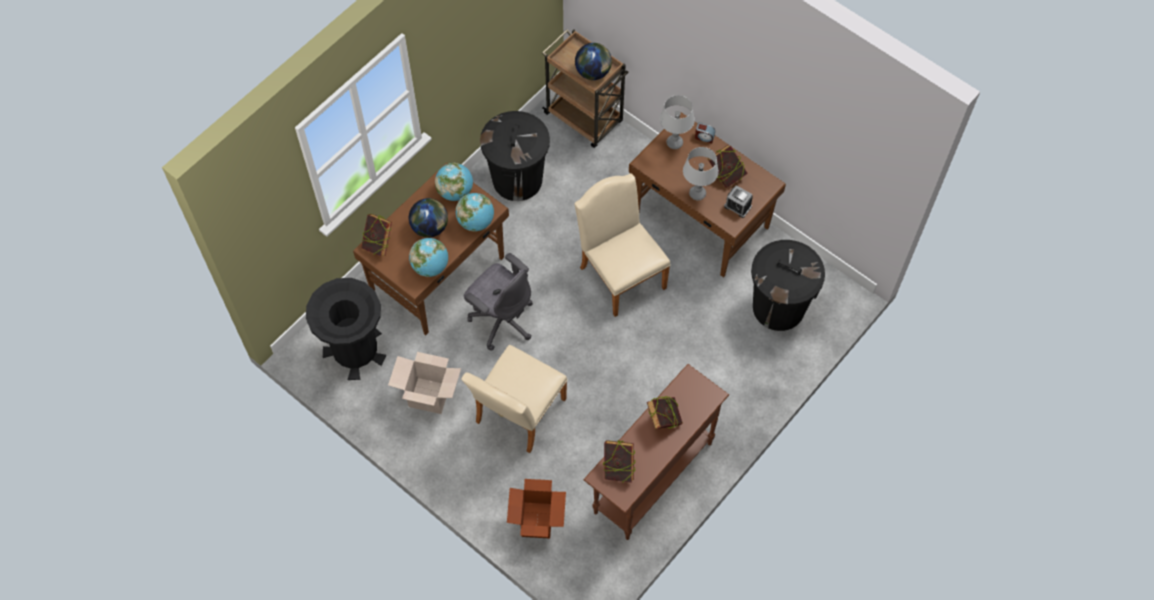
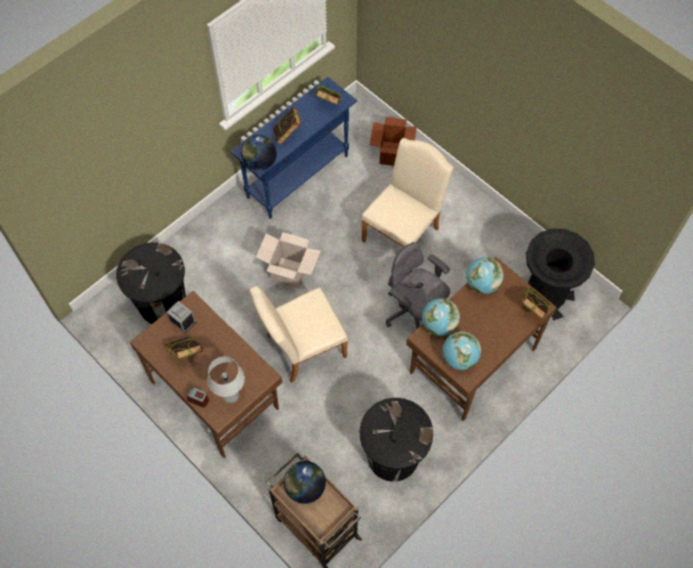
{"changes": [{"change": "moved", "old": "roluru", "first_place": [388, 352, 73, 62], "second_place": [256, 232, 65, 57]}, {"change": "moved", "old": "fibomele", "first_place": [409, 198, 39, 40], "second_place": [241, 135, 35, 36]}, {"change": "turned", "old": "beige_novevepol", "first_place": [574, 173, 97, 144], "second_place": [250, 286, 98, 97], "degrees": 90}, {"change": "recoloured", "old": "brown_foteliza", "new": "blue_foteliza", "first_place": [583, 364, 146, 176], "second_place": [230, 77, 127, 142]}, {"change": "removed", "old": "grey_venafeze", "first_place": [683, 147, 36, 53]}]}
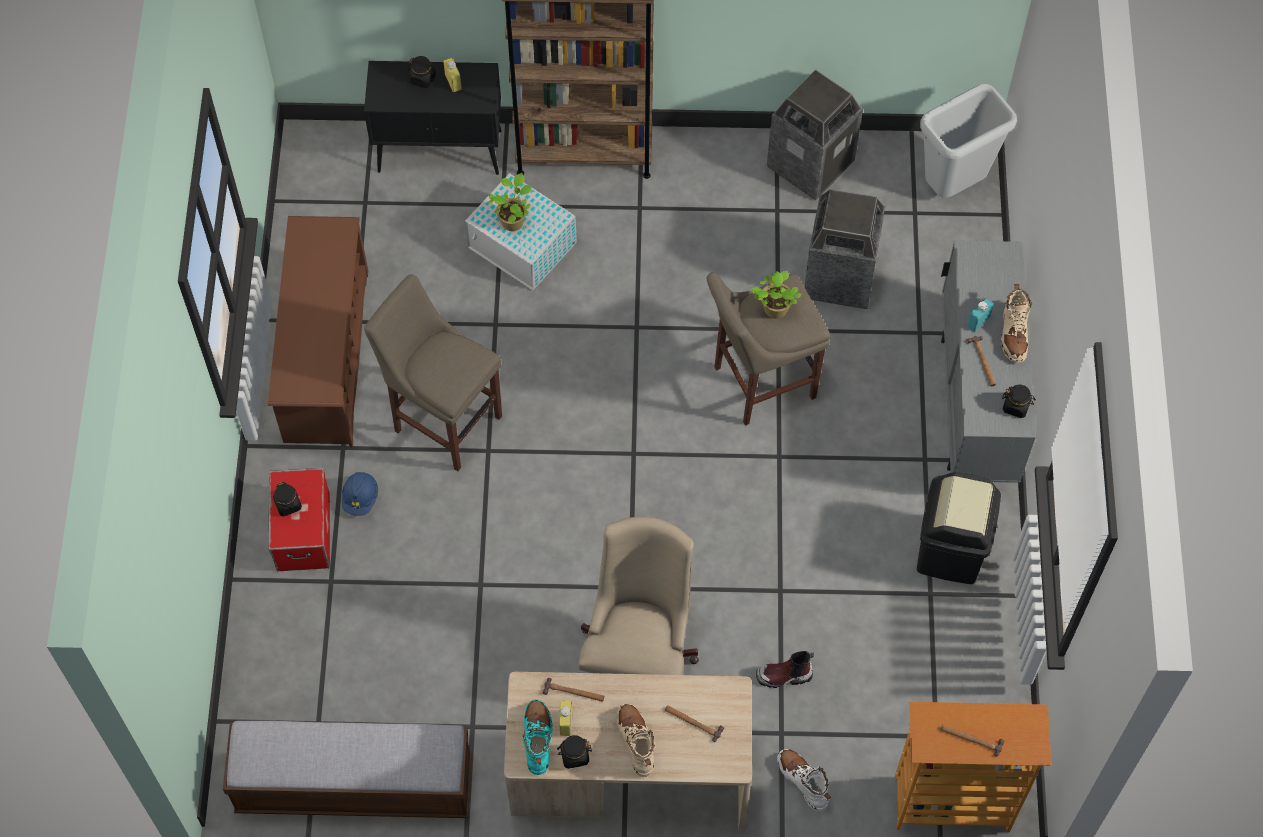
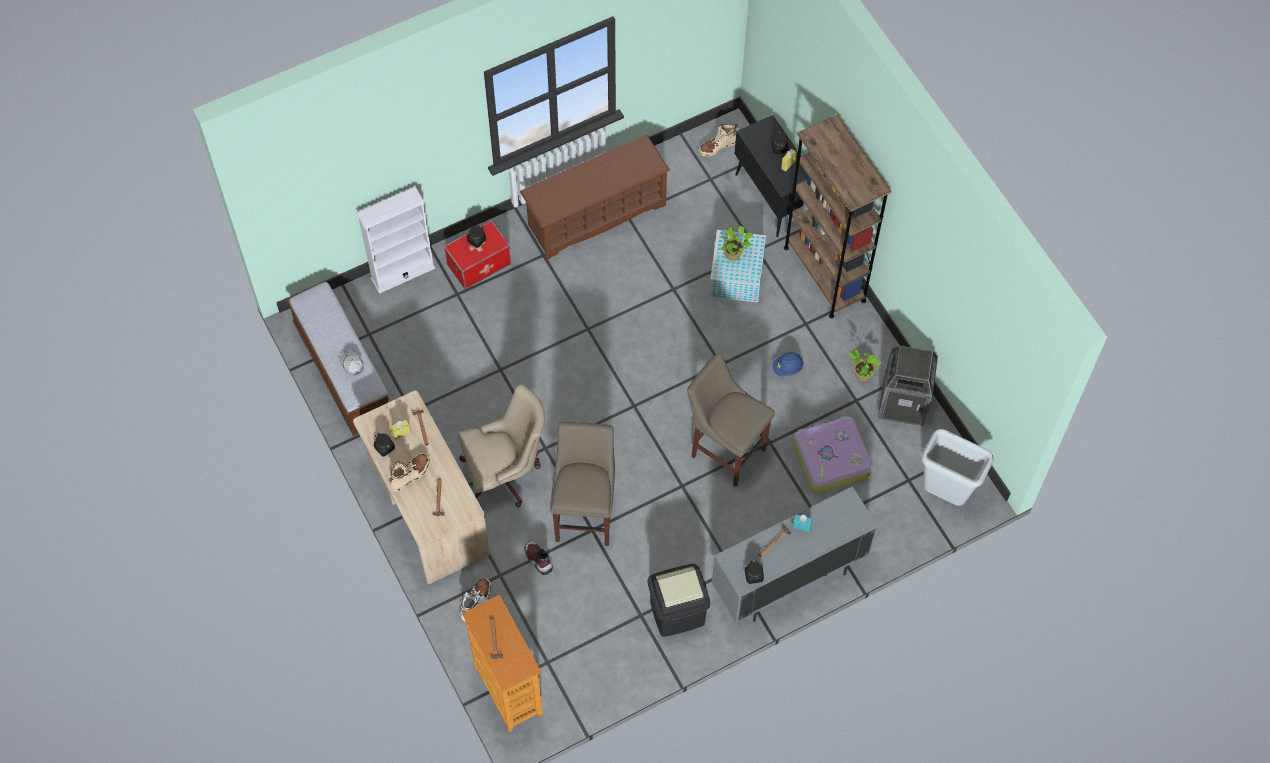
{"changes": [{"change": "moved", "old": "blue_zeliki", "first_place": [341, 472, 37, 44], "second_place": [773, 352, 31, 24]}, {"change": "moved", "old": "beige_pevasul", "first_place": [364, 274, 138, 197], "second_place": [550, 422, 65, 124]}, {"change": "removed", "old": "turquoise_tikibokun", "first_place": [523, 700, 30, 75]}, {"change": "moved", "old": "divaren", "first_place": [751, 270, 50, 49], "second_place": [849, 349, 32, 33]}, {"change": "replaced", "old": "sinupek", "new": "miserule", "first_place": [805, 189, 80, 120], "second_place": [793, 416, 80, 79]}, {"change": "moved", "old": "beige_tikibokun", "first_place": [1001, 284, 31, 79], "second_place": [699, 124, 40, 33]}, {"change": "added", "new": "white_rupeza", "second_place": [339, 350, 24, 26]}, {"change": "added", "new": "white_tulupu", "second_place": [356, 187, 79, 107]}]}
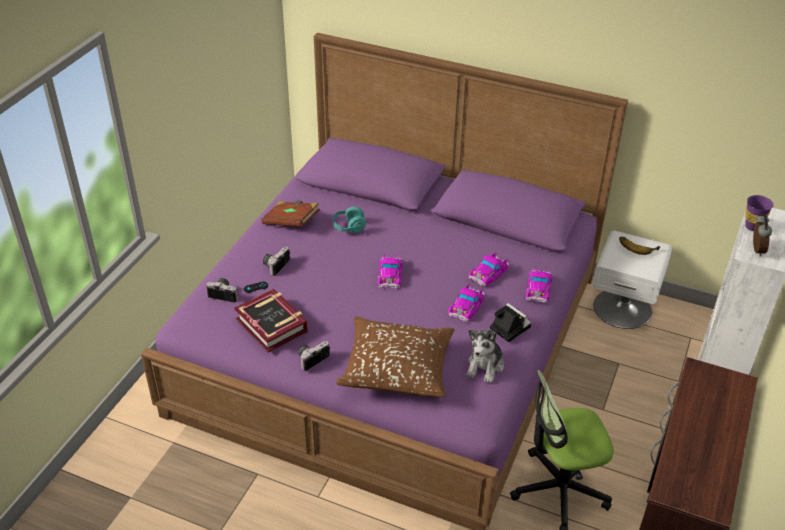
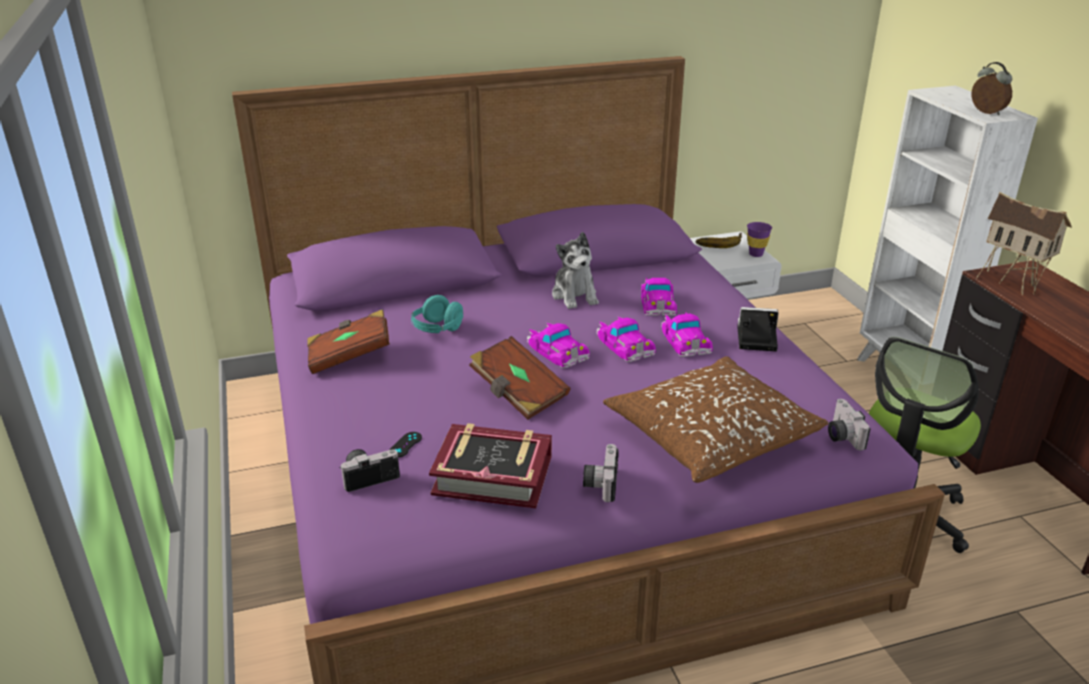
{"changes": [{"change": "moved", "old": "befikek", "first_place": [263, 246, 27, 30], "second_place": [828, 399, 43, 52]}, {"change": "moved", "old": "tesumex", "first_place": [467, 329, 37, 54], "second_place": [552, 232, 47, 77]}, {"change": "moved", "old": "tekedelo", "first_place": [526, 266, 26, 37], "second_place": [597, 317, 59, 45]}, {"change": "moved", "old": "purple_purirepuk", "first_place": [745, 195, 29, 36], "second_place": [747, 222, 25, 35]}, {"change": "added", "new": "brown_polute", "second_place": [469, 336, 102, 84]}, {"change": "added", "new": "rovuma", "second_place": [976, 192, 96, 103]}]}
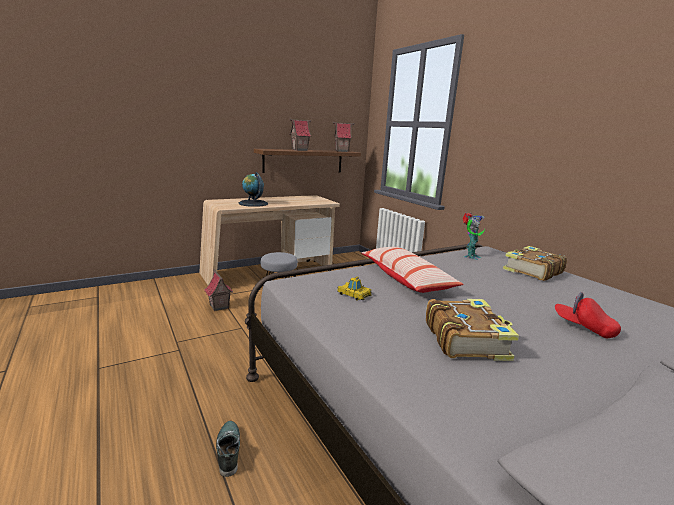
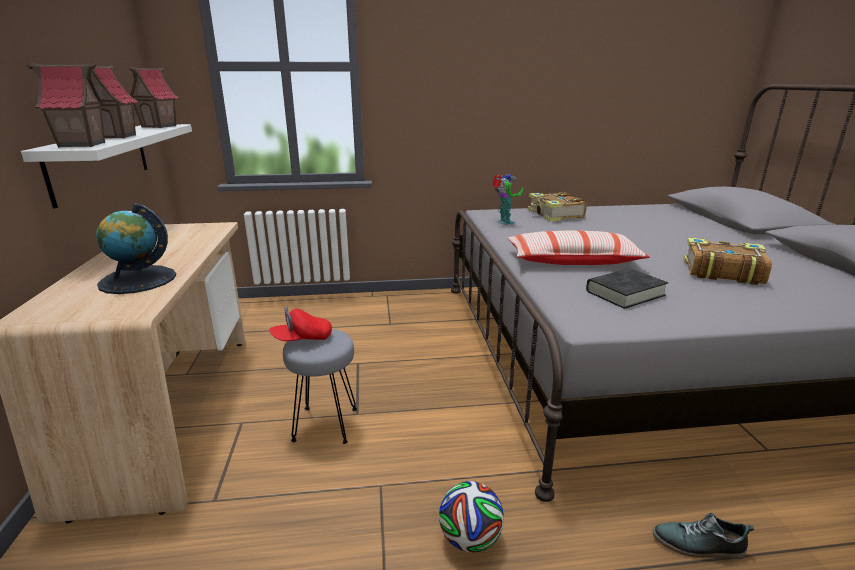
{"changes": [{"change": "moved", "old": "rovuma", "first_place": [204, 269, 29, 42], "second_place": [25, 63, 80, 84]}, {"change": "recoloured", "old": "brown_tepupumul", "new": "white_tepupumul", "first_place": [254, 149, 107, 24], "second_place": [21, 124, 171, 85]}, {"change": "replaced", "old": "tekedelo", "new": "black_polute", "first_place": [337, 276, 35, 25], "second_place": [586, 268, 82, 41]}, {"change": "moved", "old": "red_rupeza", "first_place": [555, 292, 66, 47], "second_place": [269, 306, 63, 35]}, {"change": "added", "new": "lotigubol", "second_place": [439, 481, 65, 71]}]}
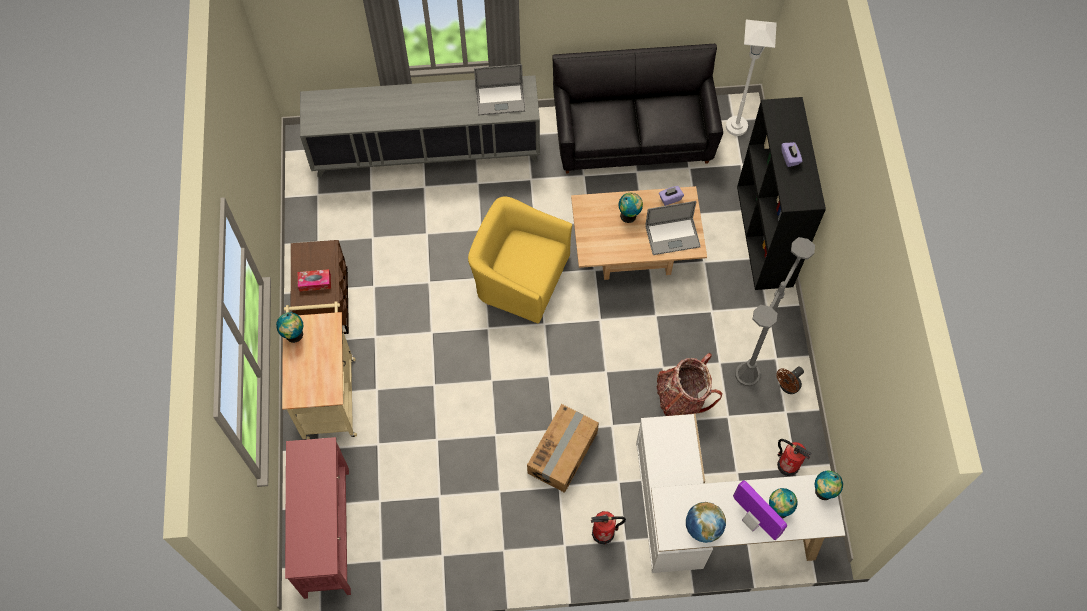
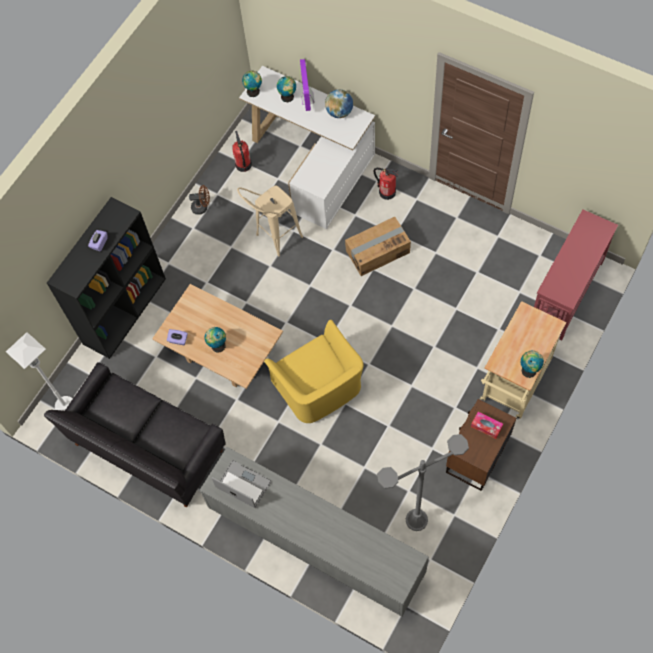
{"changes": [{"change": "removed", "old": "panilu", "first_place": [645, 201, 56, 54]}, {"change": "replaced", "old": "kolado", "new": "beige_pevasul", "first_place": [656, 353, 66, 63], "second_place": [237, 185, 66, 72]}, {"change": "moved", "old": "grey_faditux", "first_place": [735, 237, 80, 149], "second_place": [377, 434, 92, 97]}]}
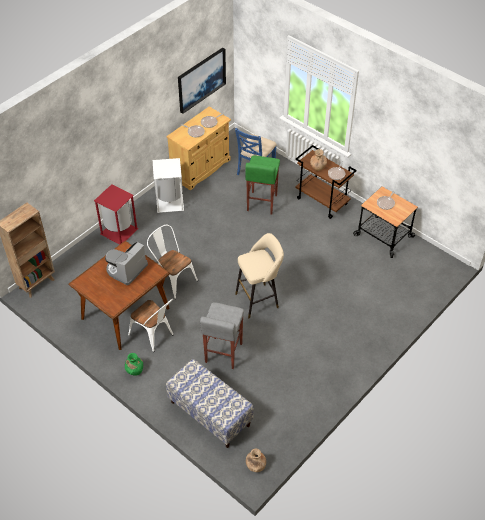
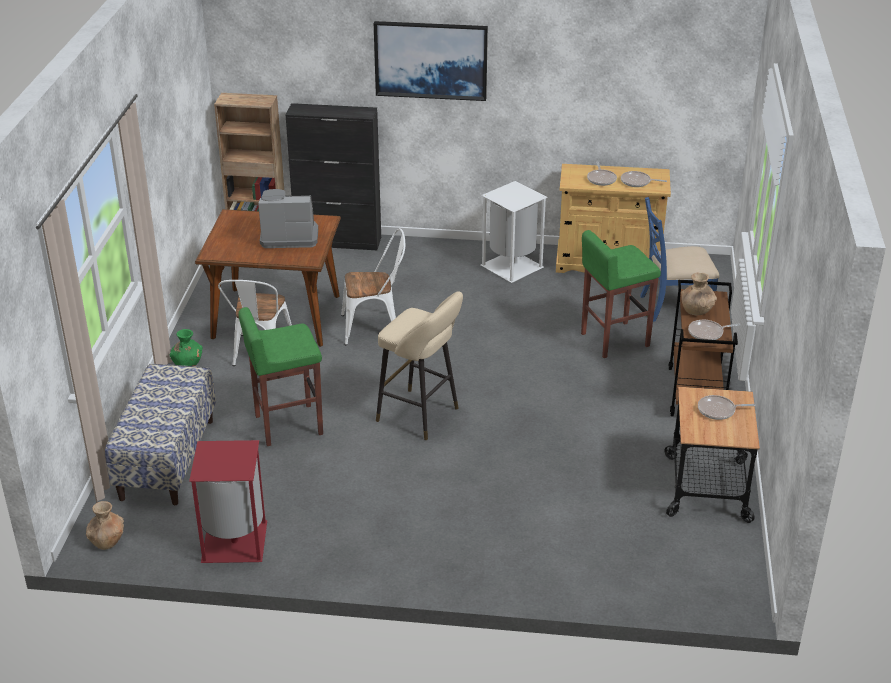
{"changes": [{"change": "moved", "old": "red_sinupek", "first_place": [94, 184, 44, 61], "second_place": [189, 440, 78, 123]}, {"change": "turned", "old": "white_novevepol", "first_place": [147, 225, 51, 74], "second_place": [341, 228, 64, 117], "degrees": 75}, {"change": "moved", "old": "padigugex", "first_place": [178, 47, 48, 67], "second_place": [374, 21, 114, 80]}, {"change": "recoloured", "old": "grey_pevasul", "new": "green_pevasul", "first_place": [200, 302, 44, 67], "second_place": [238, 307, 85, 139]}, {"change": "added", "new": "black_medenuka", "second_place": [285, 103, 96, 147]}]}
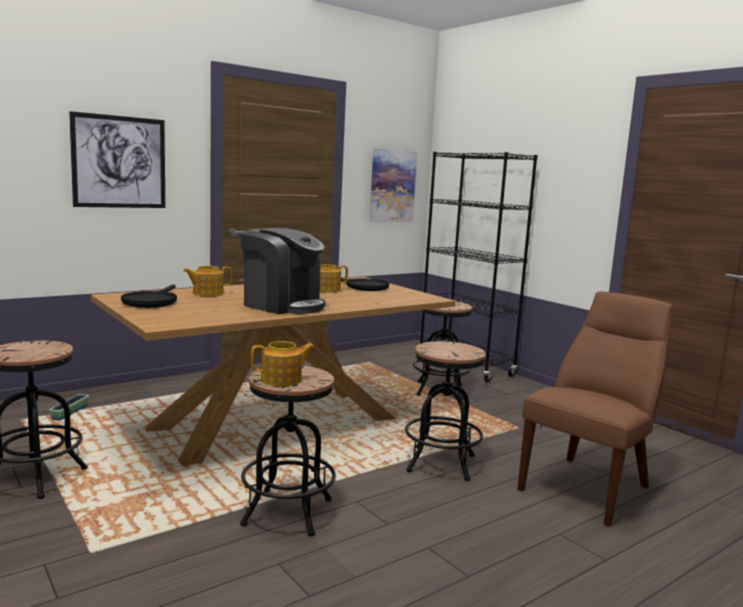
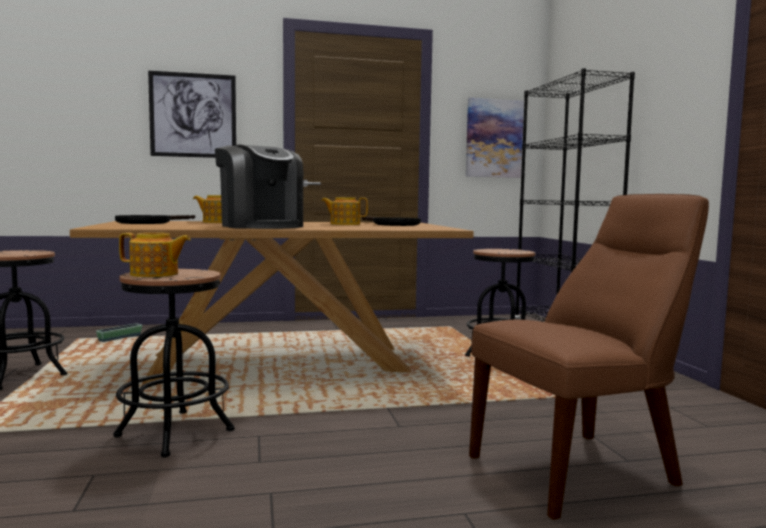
{"changes": [{"change": "removed", "old": "black_pevasul", "first_place": [405, 341, 81, 140]}]}
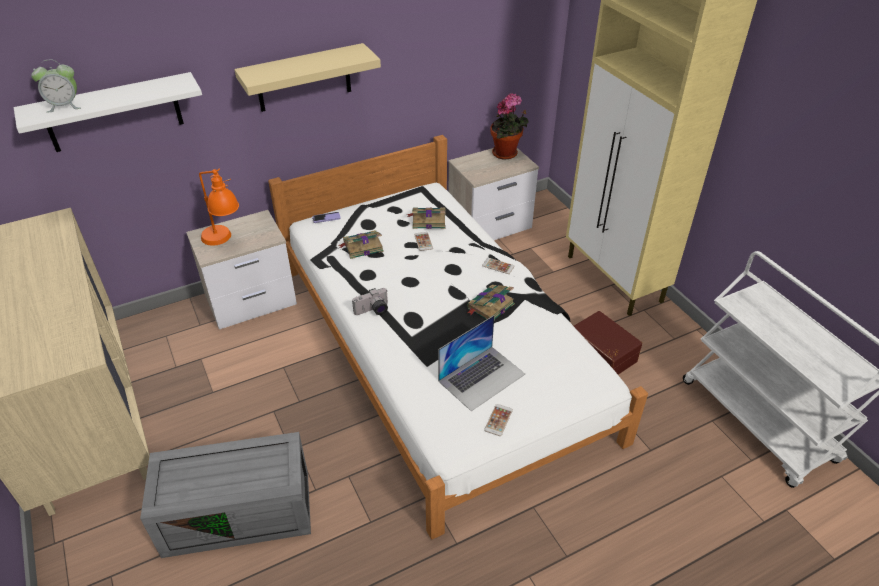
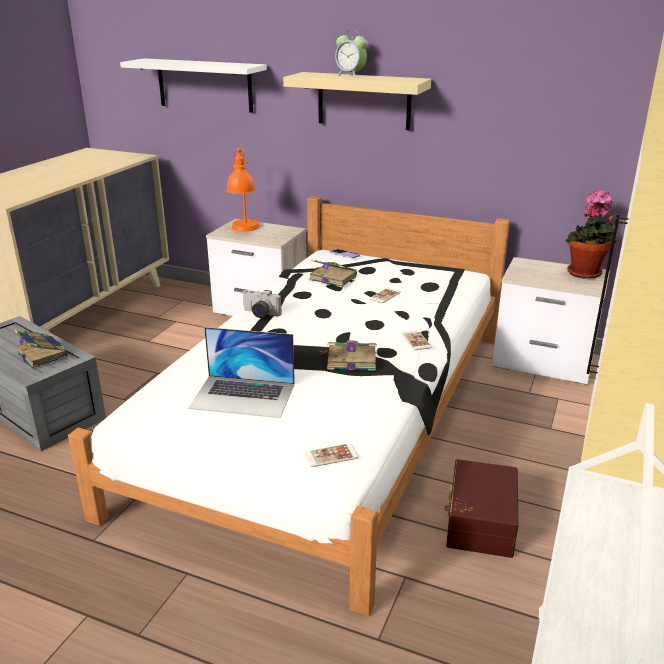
{"changes": [{"change": "moved", "old": "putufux", "first_place": [31, 59, 50, 54], "second_place": [335, 30, 33, 48]}, {"change": "moved", "old": "polute", "first_place": [407, 208, 39, 21], "second_place": [15, 330, 53, 39]}, {"change": "moved", "old": "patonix", "first_place": [484, 404, 29, 32], "second_place": [305, 443, 53, 24]}]}
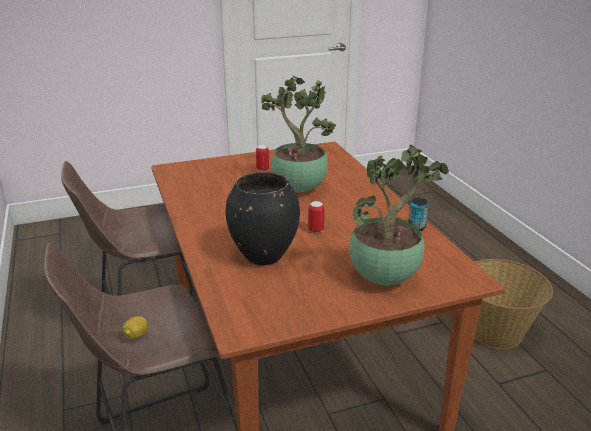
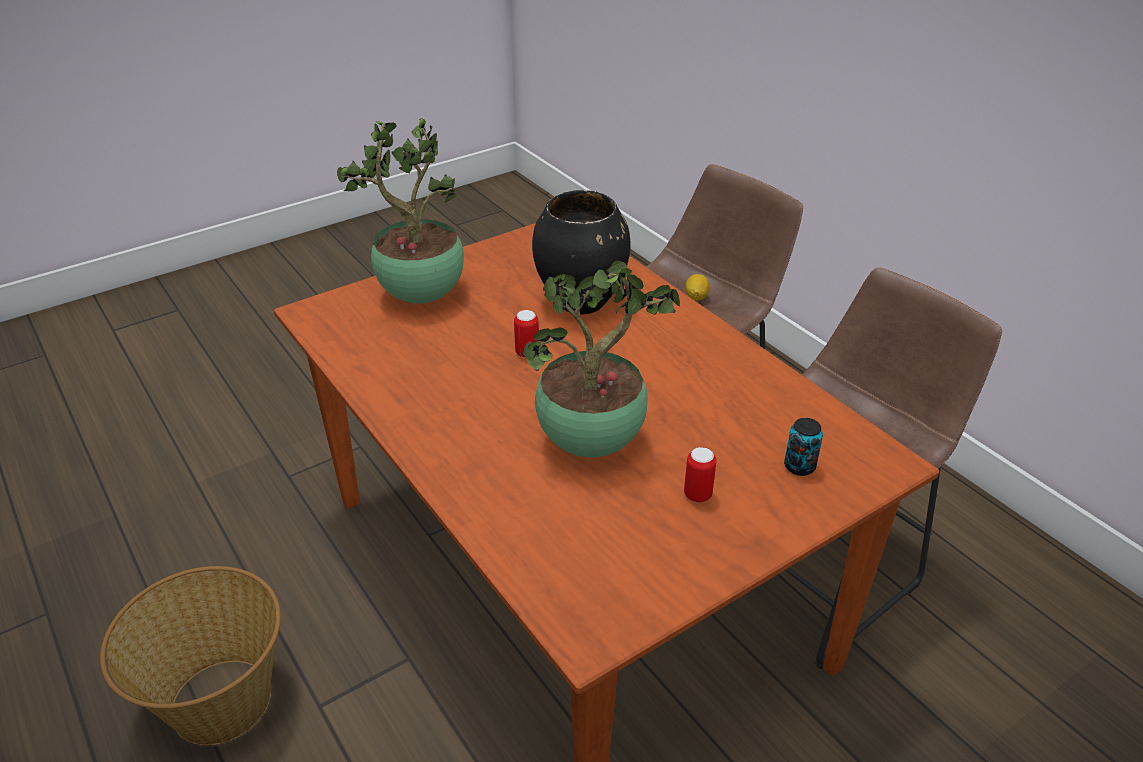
{"changes": [{"change": "moved", "old": "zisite", "first_place": [408, 198, 20, 33], "second_place": [784, 418, 39, 58]}]}
